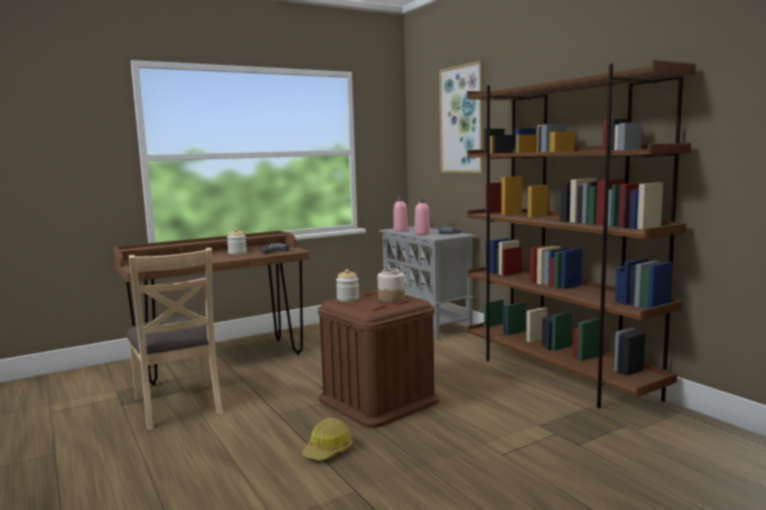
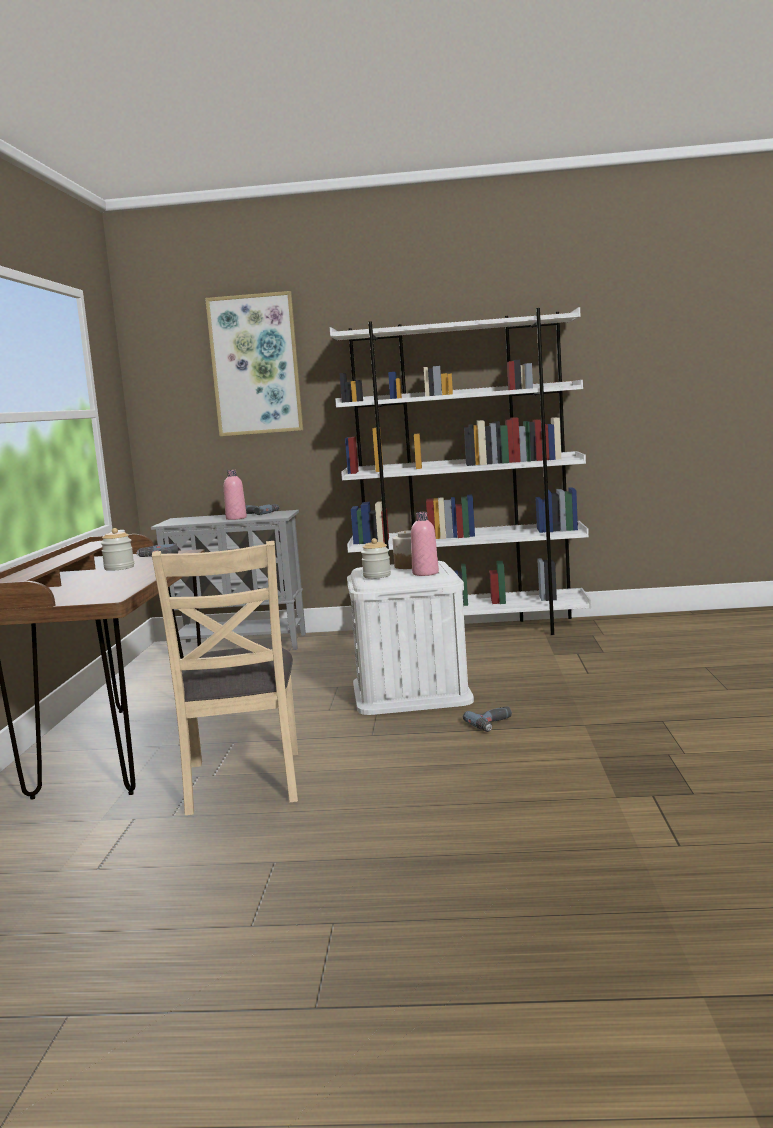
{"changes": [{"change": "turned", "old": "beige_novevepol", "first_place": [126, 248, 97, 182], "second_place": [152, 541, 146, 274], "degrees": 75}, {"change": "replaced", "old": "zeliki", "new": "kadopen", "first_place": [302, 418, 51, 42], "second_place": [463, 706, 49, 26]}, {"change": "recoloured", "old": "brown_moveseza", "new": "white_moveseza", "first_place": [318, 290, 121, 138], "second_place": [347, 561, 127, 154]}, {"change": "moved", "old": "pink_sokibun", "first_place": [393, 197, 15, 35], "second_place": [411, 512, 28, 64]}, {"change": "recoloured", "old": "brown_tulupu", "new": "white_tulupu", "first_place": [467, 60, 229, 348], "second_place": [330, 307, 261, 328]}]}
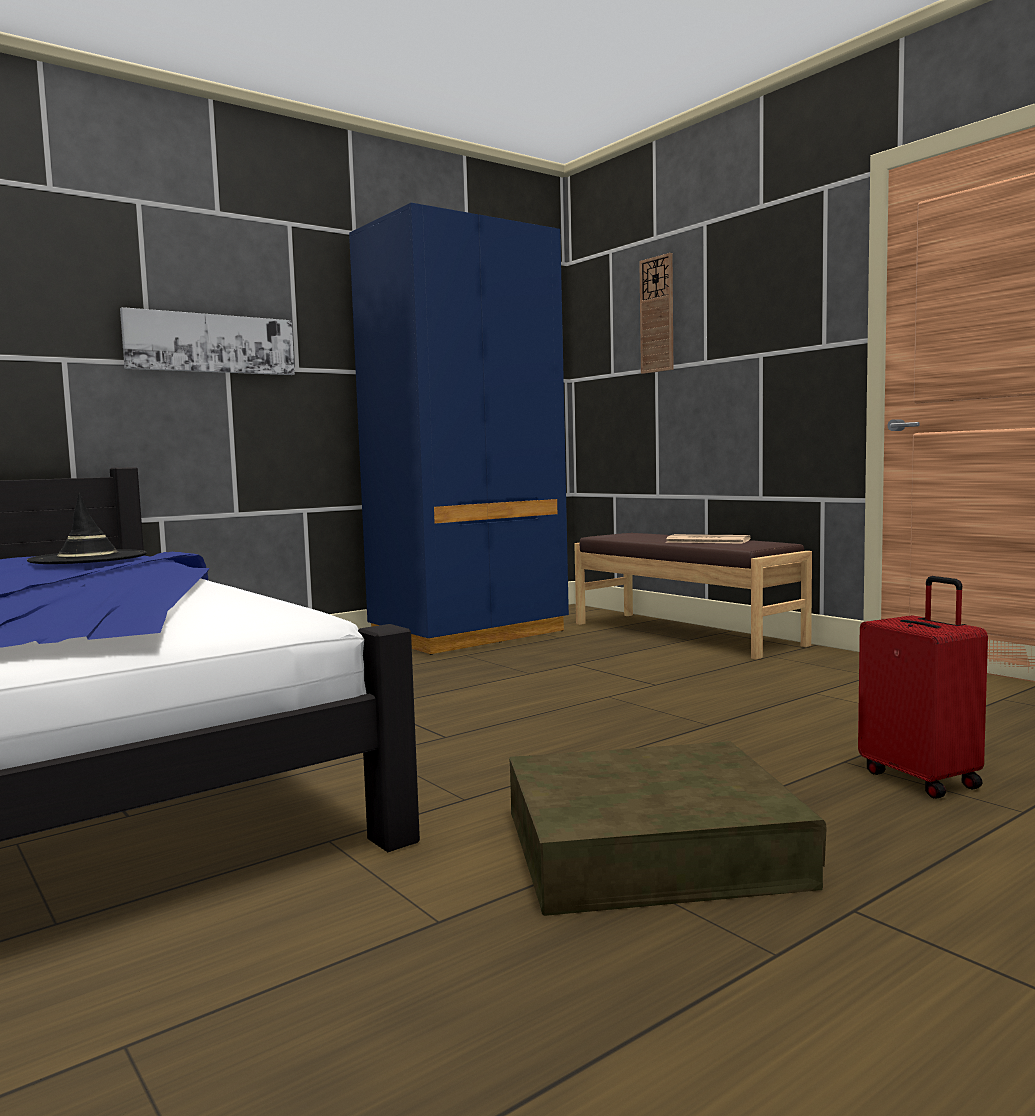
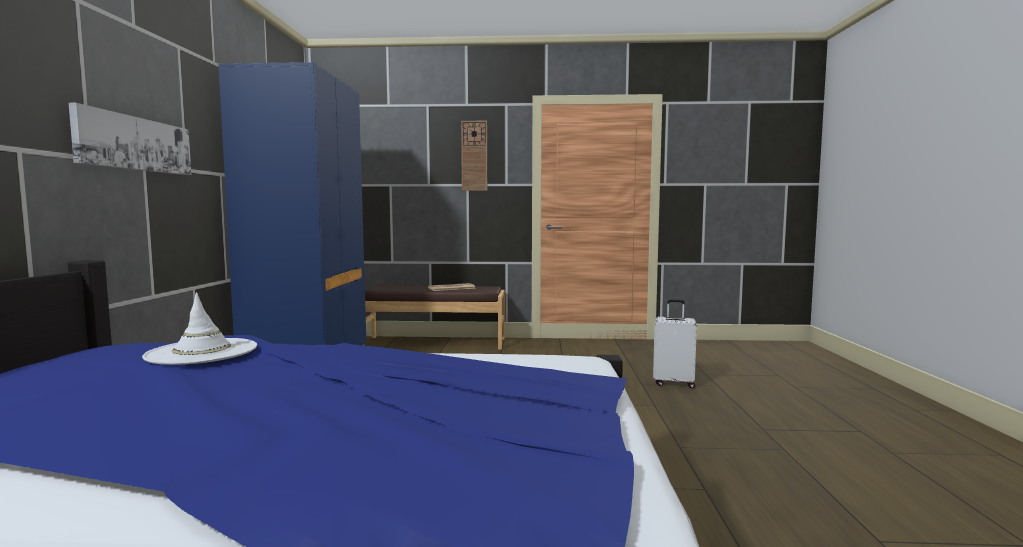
{"changes": [{"change": "recoloured", "old": "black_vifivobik", "new": "white_vifivobik", "first_place": [27, 493, 120, 71], "second_place": [142, 292, 115, 73]}, {"change": "removed", "old": "brown_moveseza", "first_place": [509, 741, 317, 175]}, {"change": "moved", "old": "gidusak", "first_place": [639, 253, 34, 121], "second_place": [461, 121, 26, 70]}, {"change": "recoloured", "old": "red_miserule", "new": "white_miserule", "first_place": [858, 576, 130, 222], "second_place": [653, 299, 44, 90]}]}
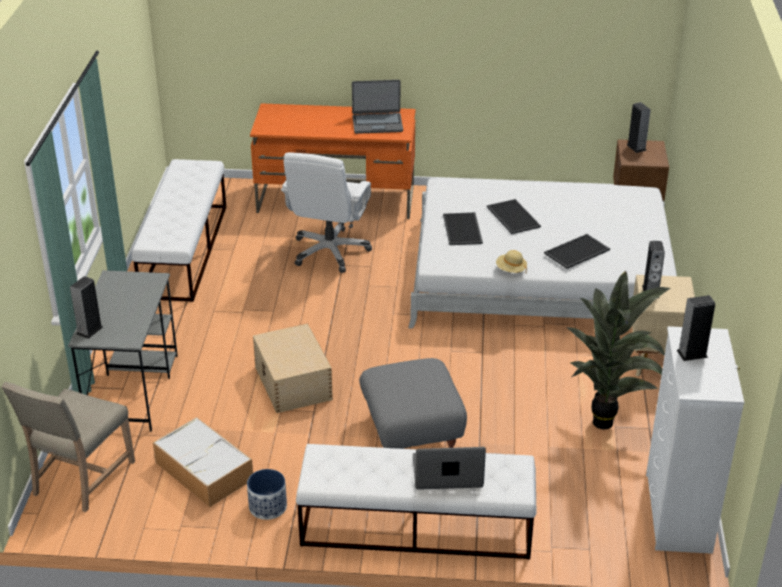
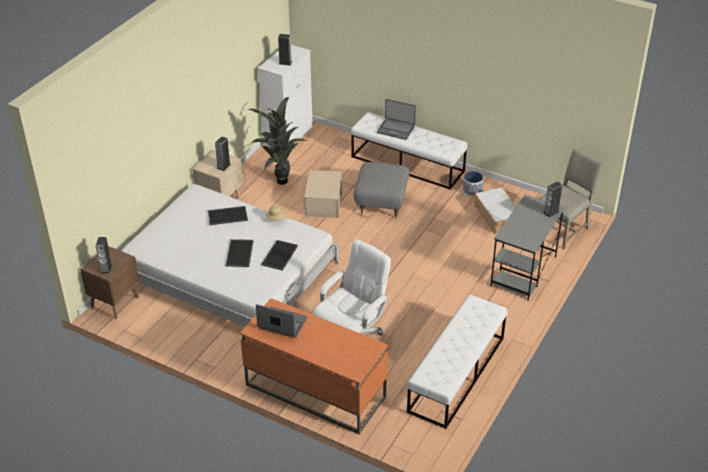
{"changes": [{"change": "moved", "old": "beige_moveseza", "first_place": [253, 323, 80, 90], "second_place": [304, 170, 38, 48]}]}
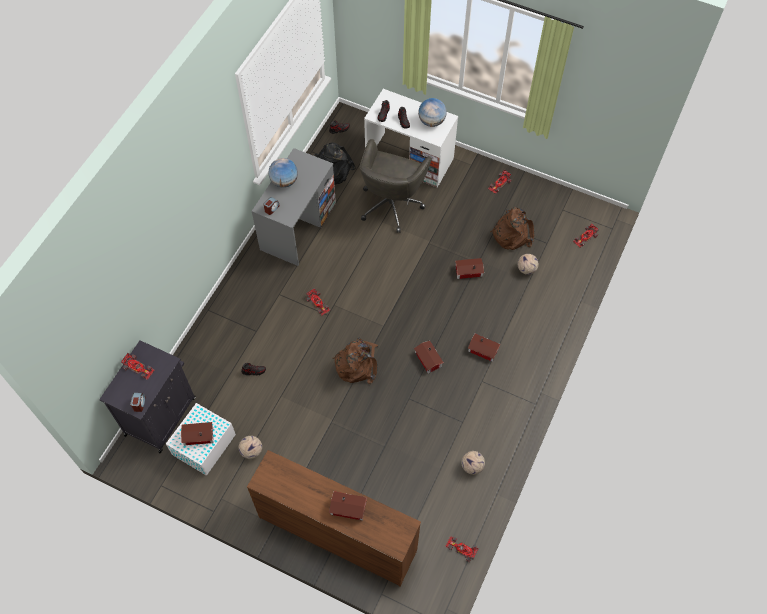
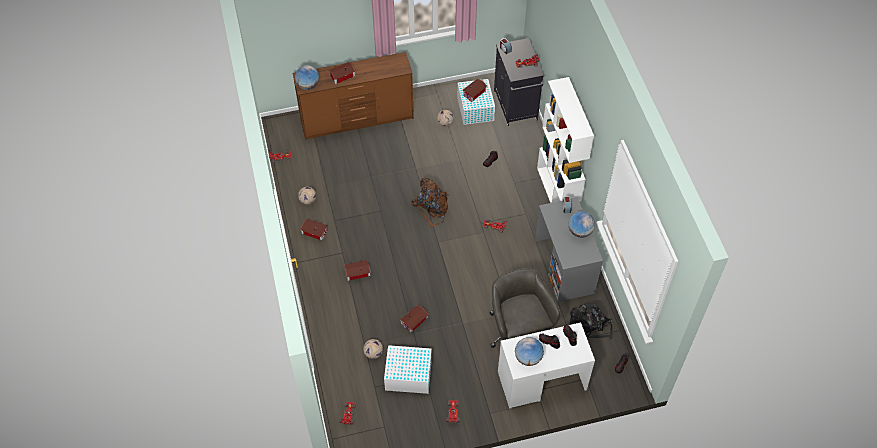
{"changes": [{"change": "moved", "old": "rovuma", "first_place": [414, 341, 30, 33], "second_place": [300, 219, 28, 21]}, {"change": "replaced", "old": "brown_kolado", "new": "white_moveseza", "first_place": [490, 207, 44, 43], "second_place": [384, 345, 48, 49]}, {"change": "added", "new": "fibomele", "second_place": [295, 65, 24, 25]}, {"change": "added", "new": "white_tulupu", "second_place": [537, 77, 57, 126]}]}
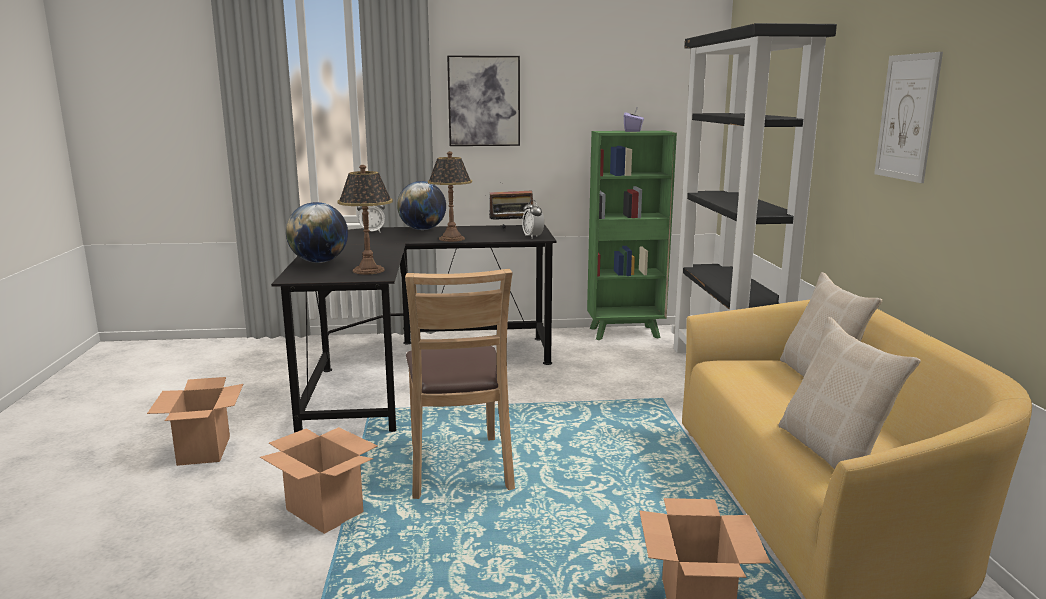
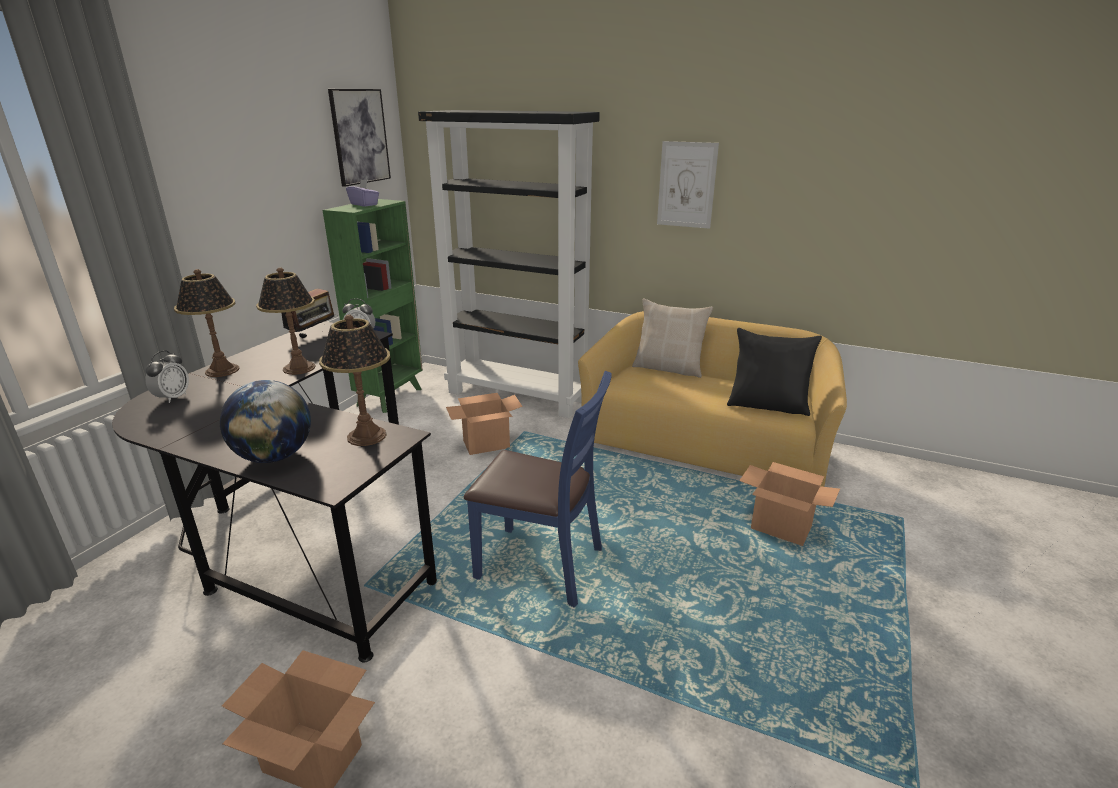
{"changes": [{"change": "moved", "old": "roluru", "first_place": [260, 427, 118, 107], "second_place": [446, 393, 77, 62]}, {"change": "replaced", "old": "fibomele", "new": "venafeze", "first_place": [397, 181, 49, 49], "second_place": [174, 269, 65, 108]}, {"change": "recoloured", "old": "brown_novevepol", "new": "blue_novevepol", "first_place": [405, 269, 110, 230], "second_place": [464, 371, 148, 237]}, {"change": "moved", "old": "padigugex", "first_place": [447, 55, 73, 91], "second_place": [328, 89, 63, 98]}, {"change": "recoloured", "old": "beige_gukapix", "new": "black_gukapix", "first_place": [778, 317, 143, 152], "second_place": [727, 328, 95, 88]}]}
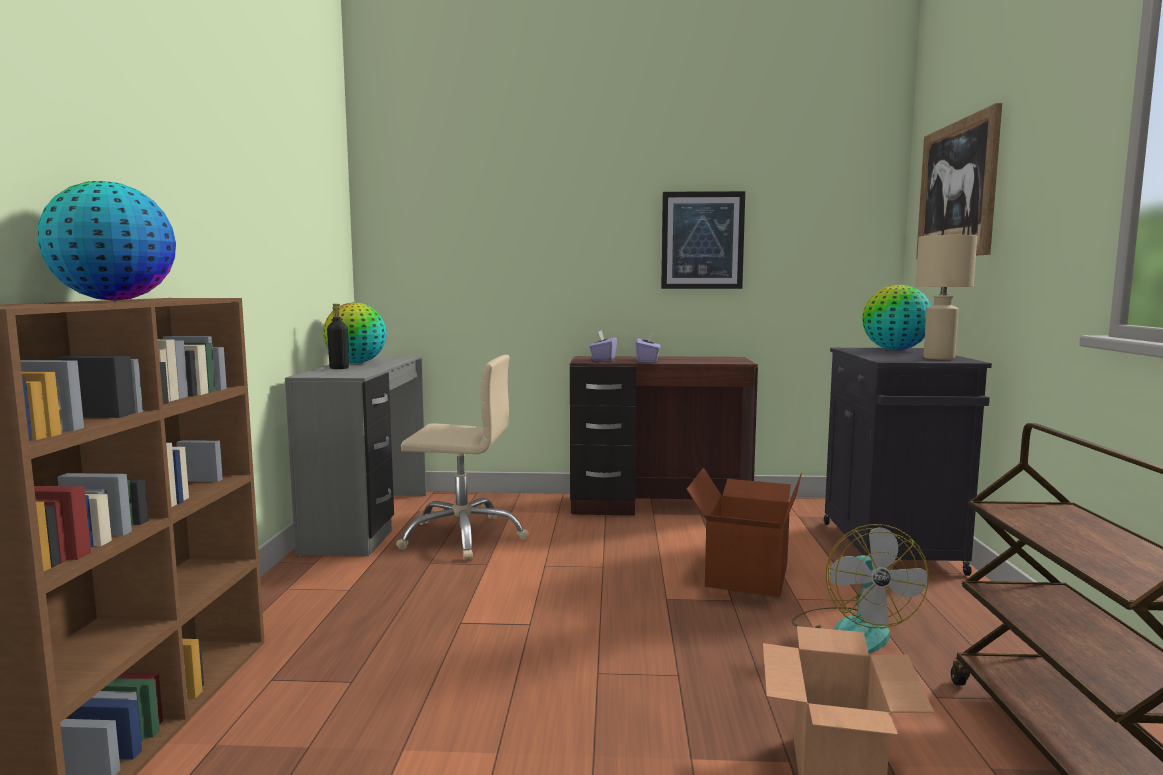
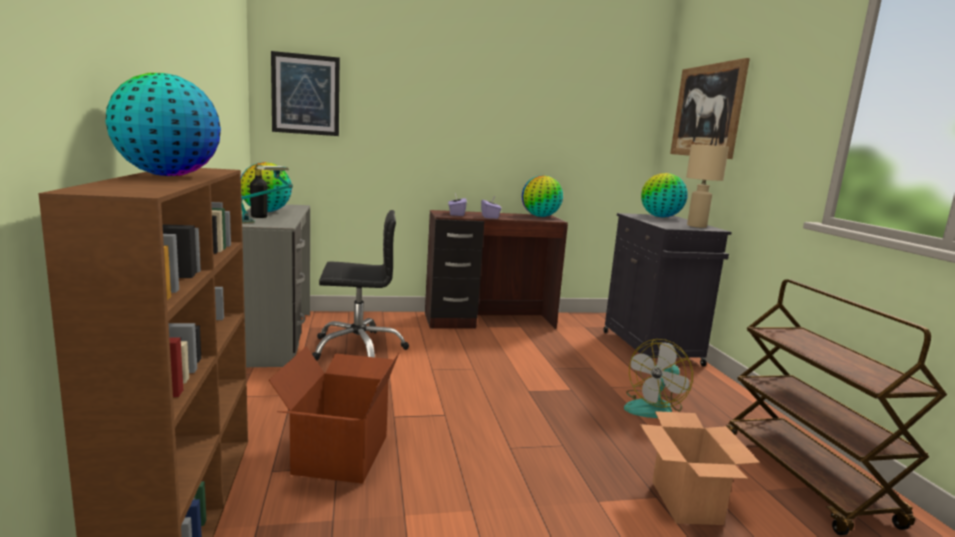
{"changes": [{"change": "recoloured", "old": "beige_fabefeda", "new": "black_fabefeda", "first_place": [396, 355, 133, 205], "second_place": [312, 210, 97, 151]}, {"change": "moved", "old": "padigugex", "first_place": [661, 191, 84, 98], "second_place": [271, 51, 69, 85]}, {"change": "moved", "old": "roluru", "first_place": [687, 467, 115, 130], "second_place": [269, 346, 130, 138]}, {"change": "turned", "old": "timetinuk", "first_place": [791, 524, 138, 129], "second_place": [624, 339, 69, 79], "degrees": 60}, {"change": "added", "new": "venafeze", "second_place": [241, 166, 52, 58]}, {"change": "added", "new": "fibomele", "second_place": [522, 175, 41, 42]}]}
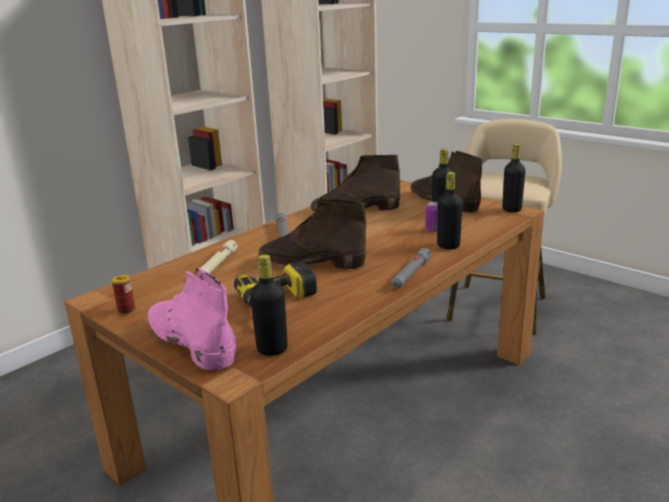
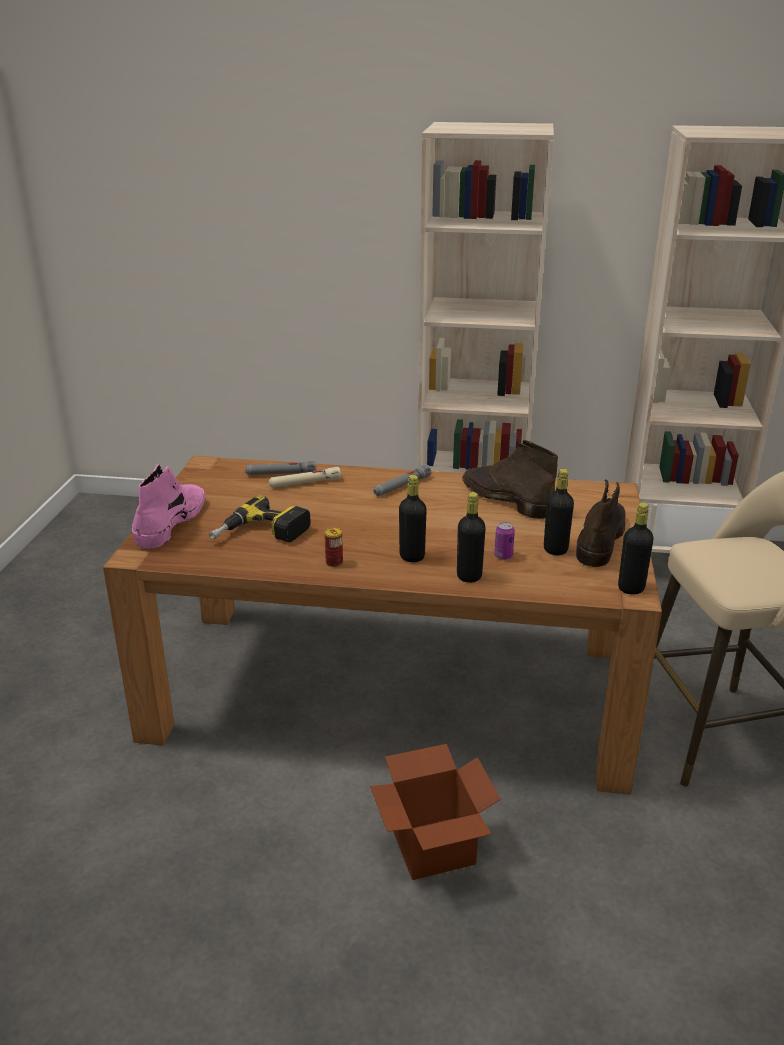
{"changes": [{"change": "moved", "old": "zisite", "first_place": [112, 275, 23, 39], "second_place": [325, 528, 18, 39]}, {"change": "moved", "old": "black_sokibun", "first_place": [250, 255, 38, 101], "second_place": [399, 475, 28, 87]}, {"change": "removed", "old": "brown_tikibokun", "first_place": [258, 198, 108, 71]}, {"change": "moved", "old": "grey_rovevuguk", "first_place": [392, 248, 39, 40], "second_place": [245, 461, 72, 14]}, {"change": "added", "new": "roluru", "second_place": [370, 744, 131, 136]}]}
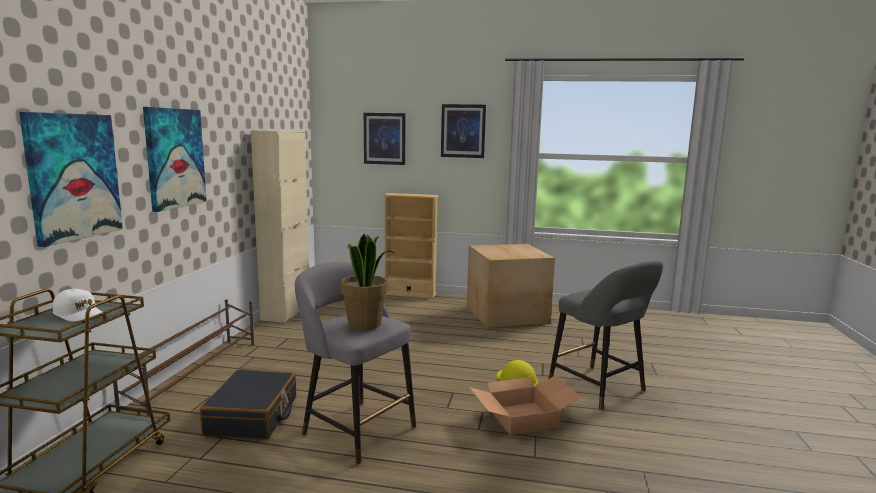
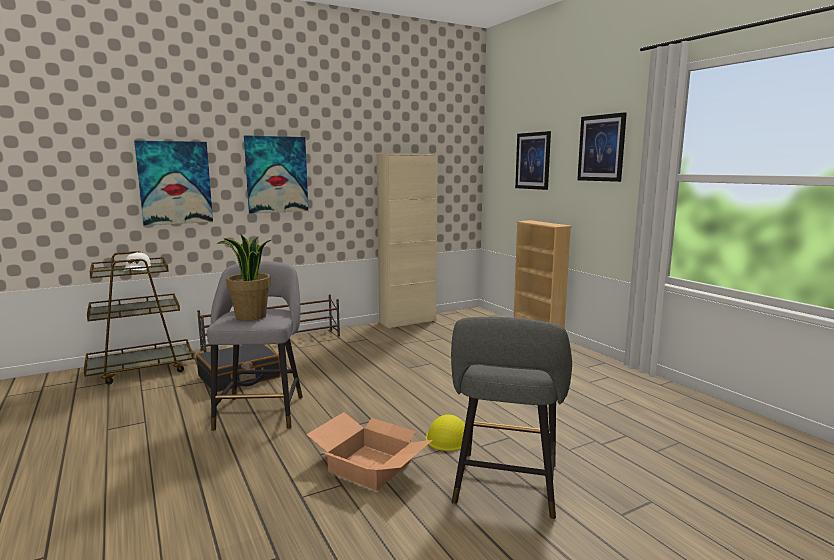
{"changes": [{"change": "removed", "old": "roluru", "first_place": [467, 244, 88, 84]}]}
